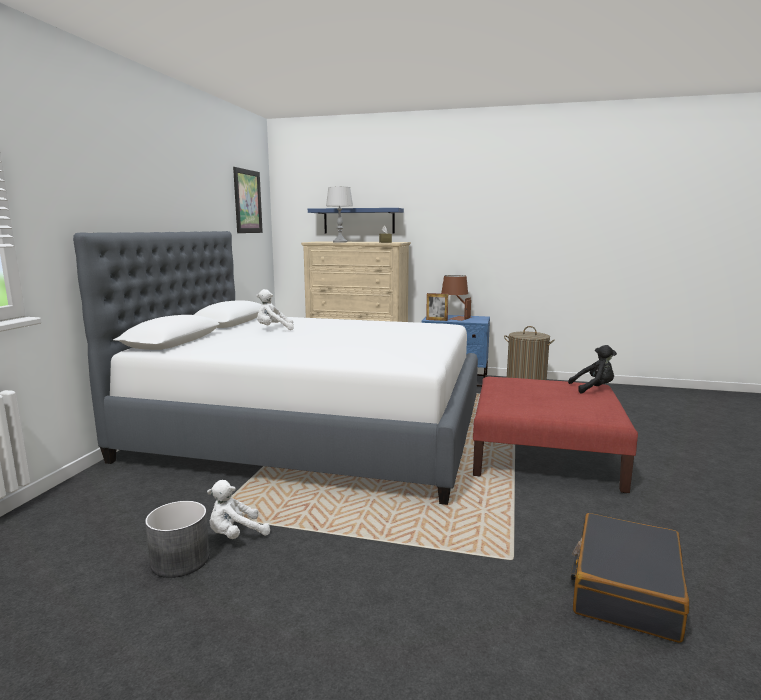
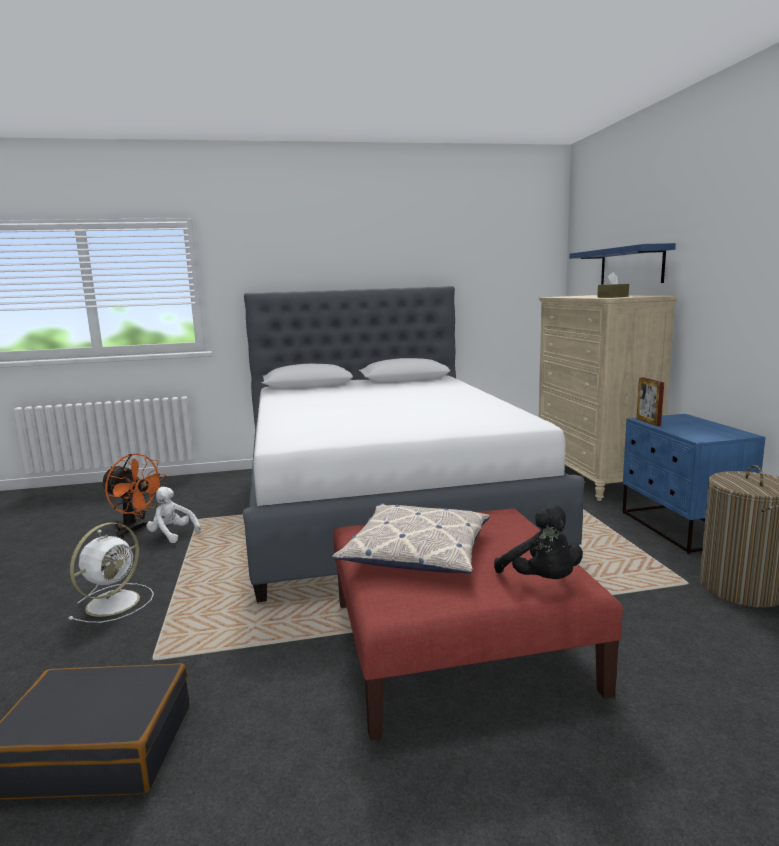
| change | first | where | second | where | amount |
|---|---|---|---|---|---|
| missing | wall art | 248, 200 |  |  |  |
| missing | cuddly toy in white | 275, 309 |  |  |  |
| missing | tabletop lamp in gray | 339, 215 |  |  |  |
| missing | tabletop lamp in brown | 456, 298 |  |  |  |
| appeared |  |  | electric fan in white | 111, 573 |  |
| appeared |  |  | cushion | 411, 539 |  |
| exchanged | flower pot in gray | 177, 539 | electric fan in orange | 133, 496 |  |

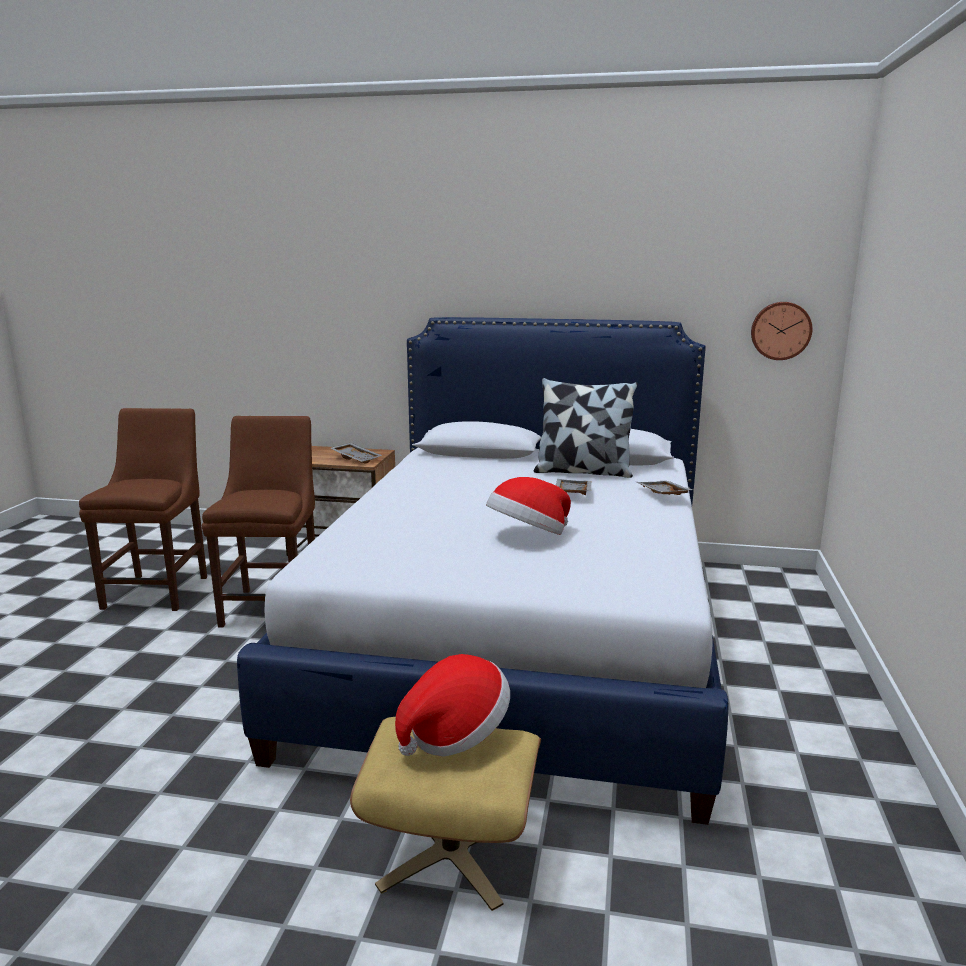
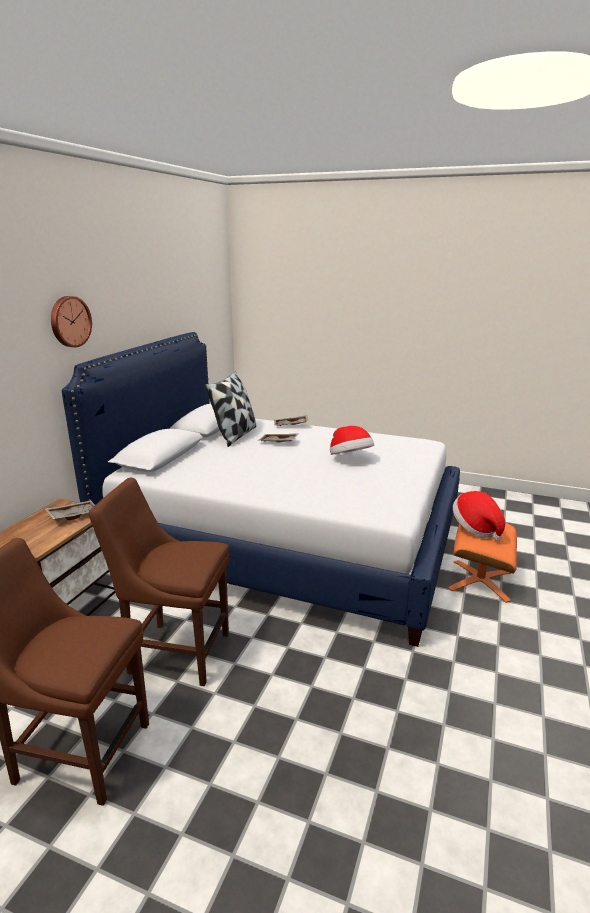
| change | first | where | second | where | amount |
|---|---|---|---|---|---|
| relocated | wall clock | 781, 331 |  | 71, 321 |  |
| colour | footrest in sand-coloured | 445, 814 | footrest in orange | 482, 563 |  |

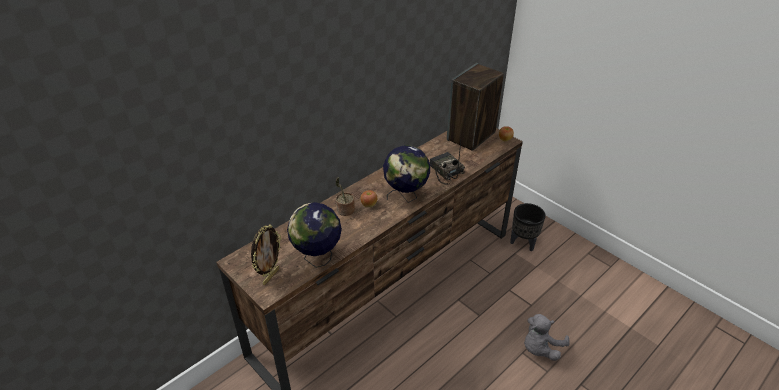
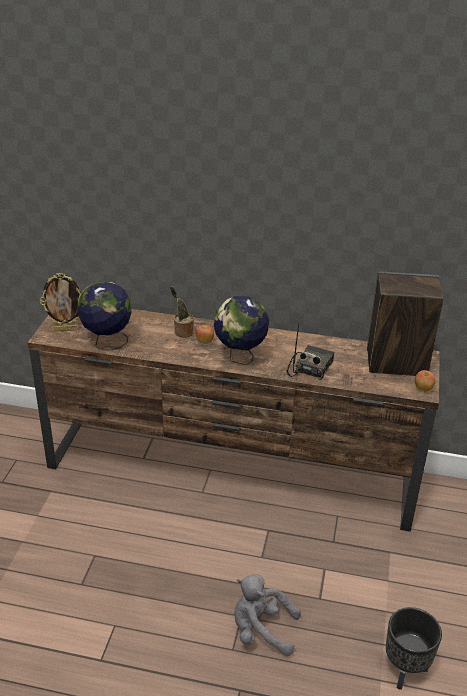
| change | first | where | second | where | amount |
|---|---|---|---|---|---|
| relocated | flower pot in black | 528, 227 |  | 414, 648 |  |

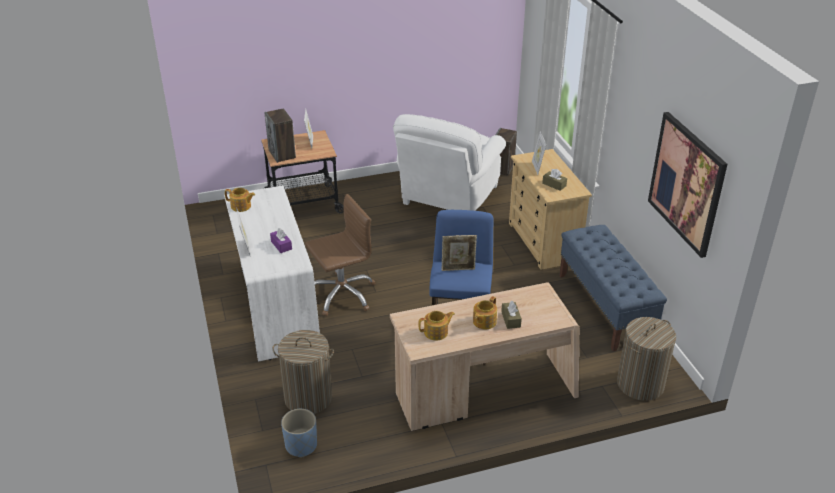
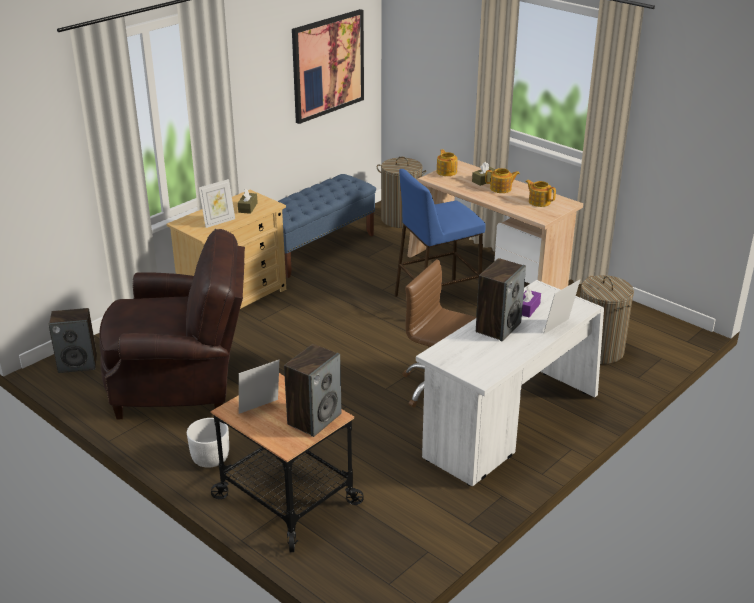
| change | first | where | second | where | amount |
|---|---|---|---|---|---|
| missing | flower pot in bluish | 299, 433 |  |  |  |
| missing | picture frame | 459, 253 |  |  |  |
| appeared |  |  | flower pot in white | 208, 443 |  |
| appeared |  |  | speaker | 501, 300 |  |
| relocated | pot for tea | 240, 200 |  | 447, 162 |  |
| colour | lounge chair in white | 449, 162 | lounge chair in brown | 172, 324 |  |

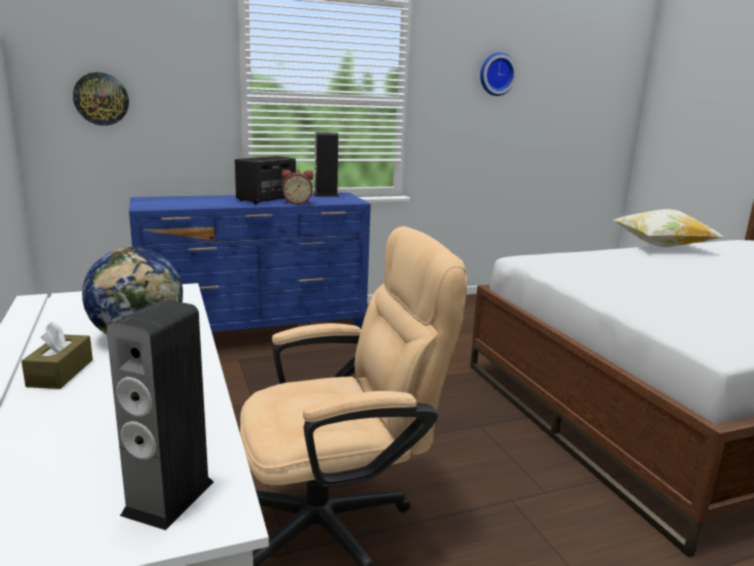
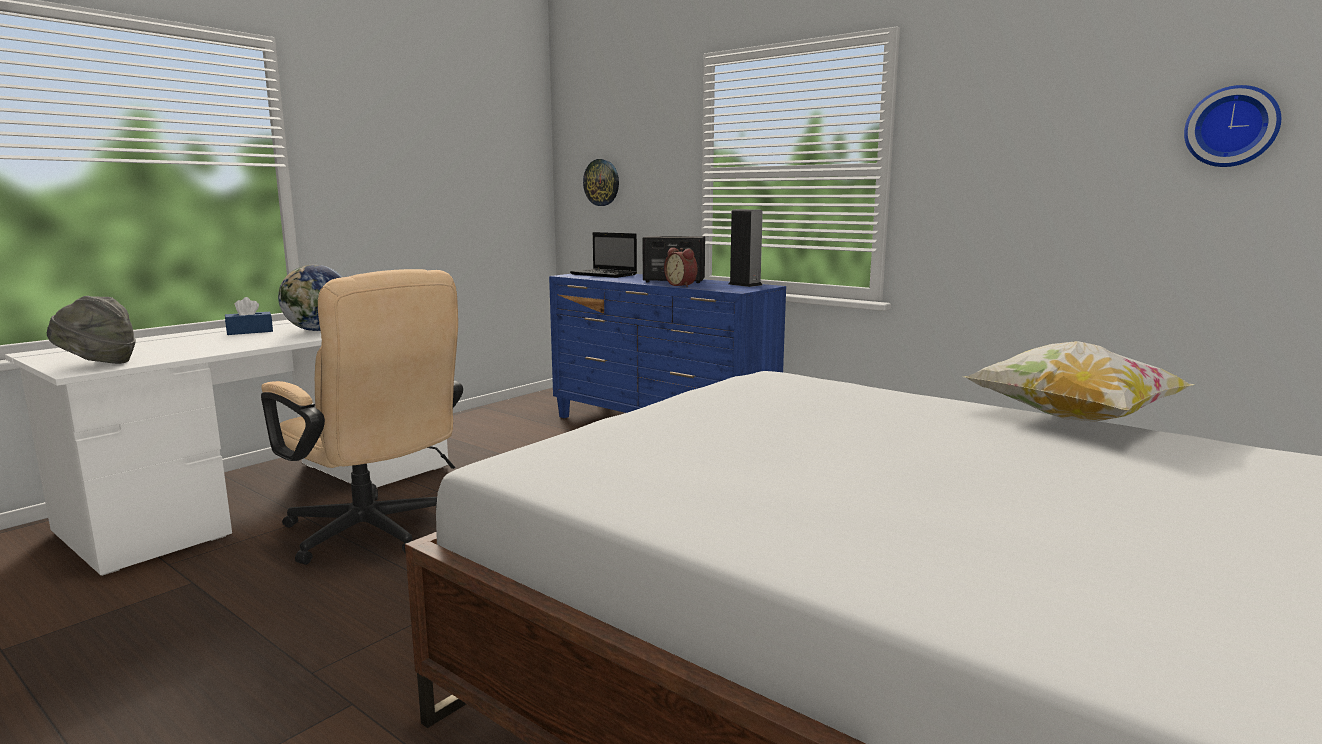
| change | first | where | second | where | amount |
|---|---|---|---|---|---|
| appeared |  |  | notebook computer | 603, 255 |  |
| relocated | wall clock | 498, 74 |  | 1232, 126 |  |
| exchanged | speaker | 160, 414 | hat in gray | 91, 330 |  |
| colour | tissue holder in brown | 57, 355 | tissue holder in bluish | 249, 316 |  |

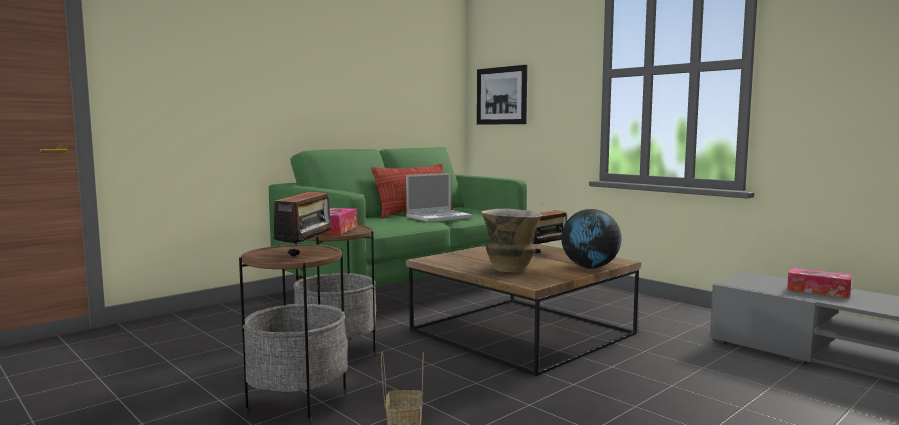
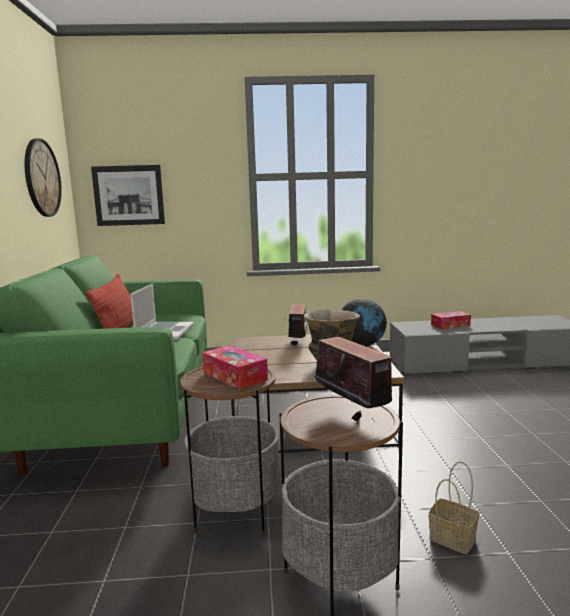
| change | first | where | second | where | amount |
|---|---|---|---|---|---|
| appeared |  |  | wall clock | 43, 177 |  |

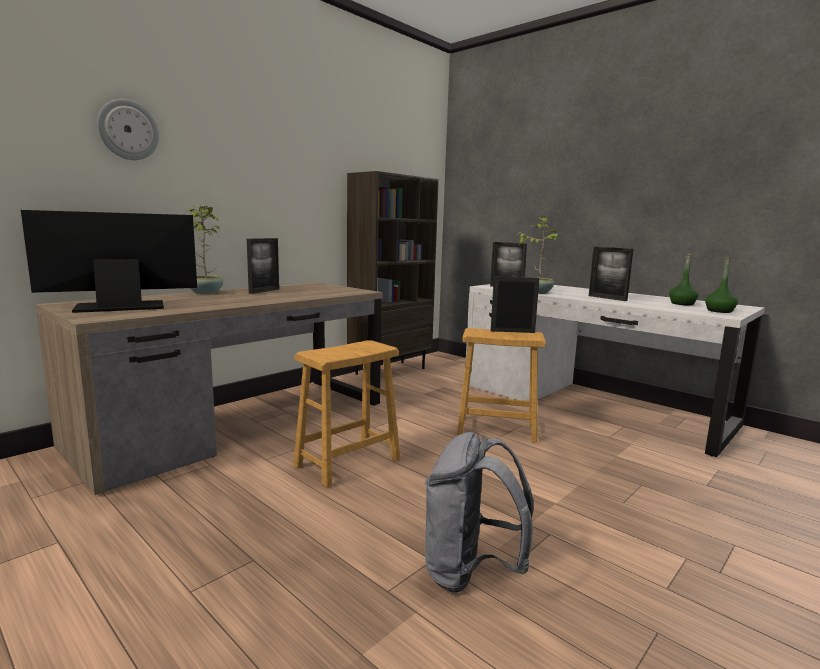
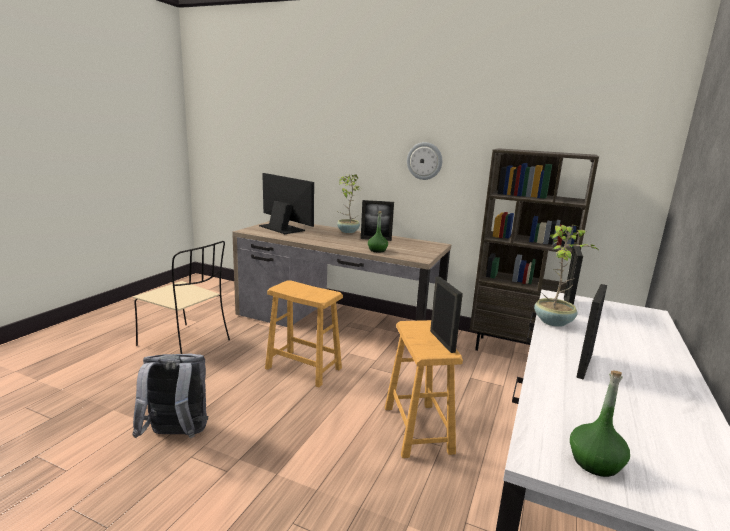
| change | first | where | second | where | amount |
|---|---|---|---|---|---|
| appeared |  |  | plain chair in sand-coloured | 181, 297 |  |
| relocated | wall clock | 128, 129 |  | 424, 161 |  |
| relocated | bottle in green | 683, 279 |  | 378, 232 |  |

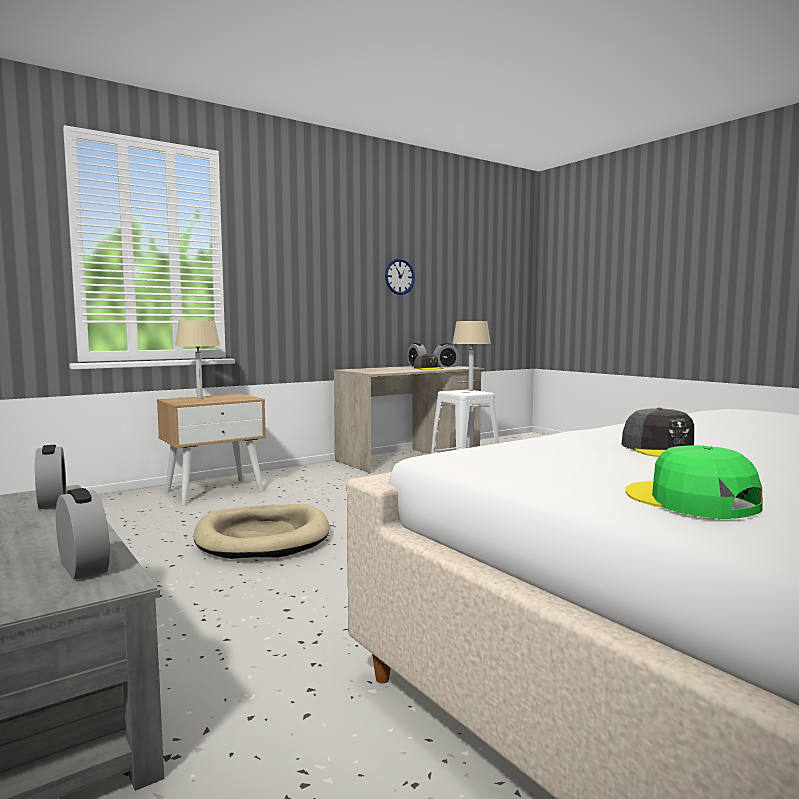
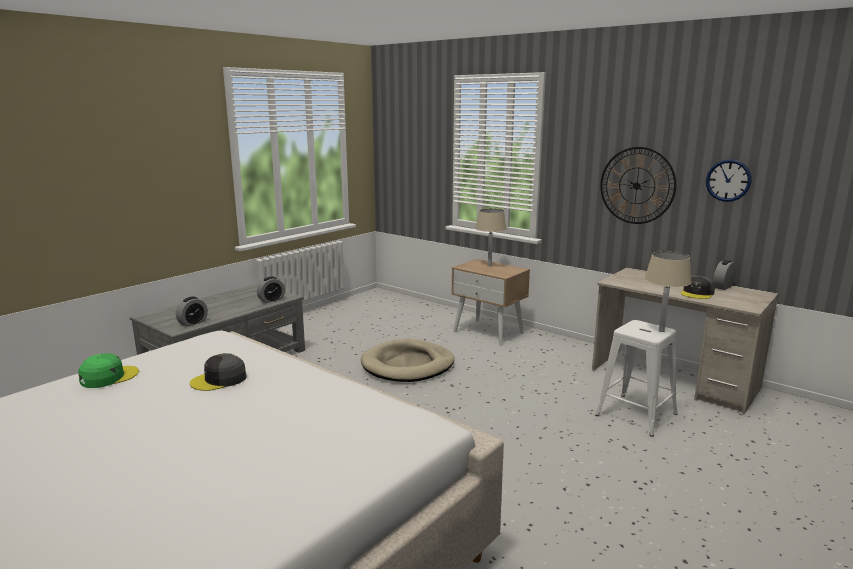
| change | first | where | second | where | amount |
|---|---|---|---|---|---|
| missing | table clock | 446, 355 |  |  |  |
| appeared |  |  | wall clock | 638, 185 |  |

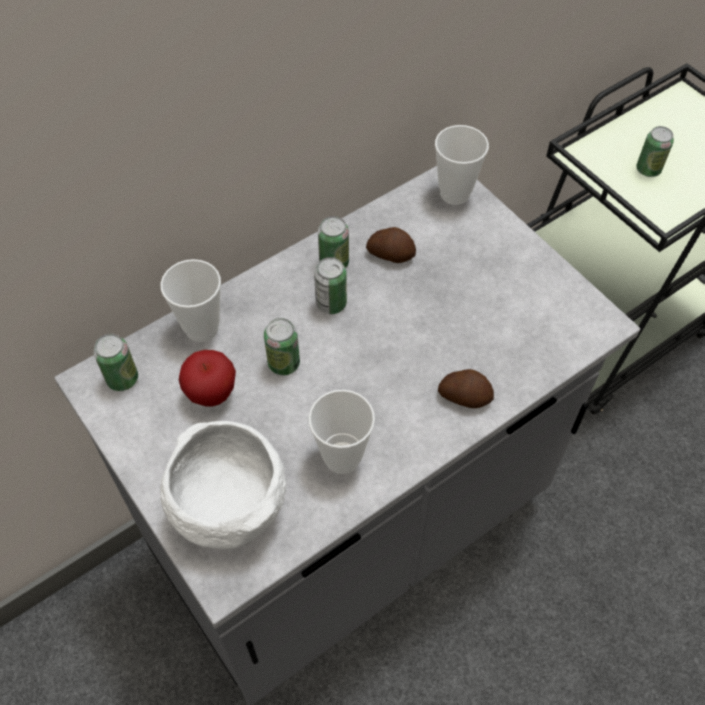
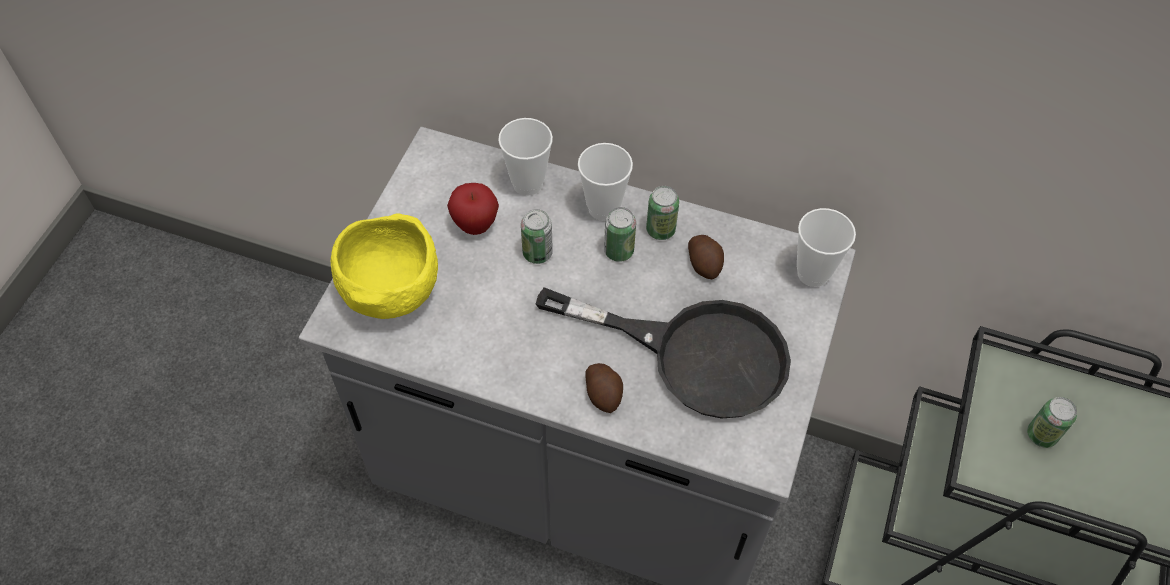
| change | first | where | second | where | amount |
|---|---|---|---|---|---|
| missing | can | 115, 362 |  |  |  |
| appeared |  |  | frying pan in black | 663, 353 |  |
| relocated | cup | 341, 432 |  | 605, 182 |  |
| colour | bowl in white | 223, 485 | bowl in yellow-coloured | 384, 266 |  |

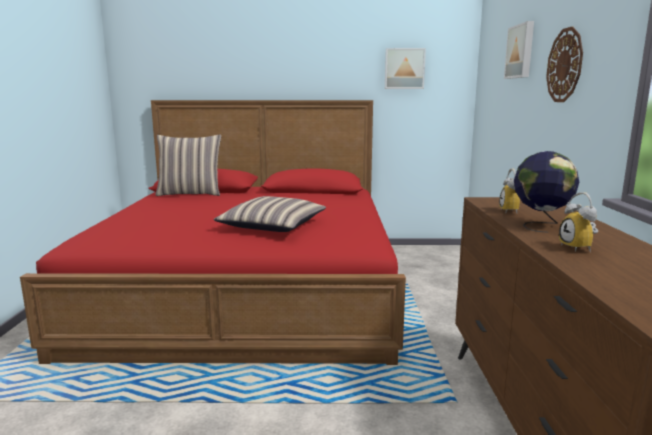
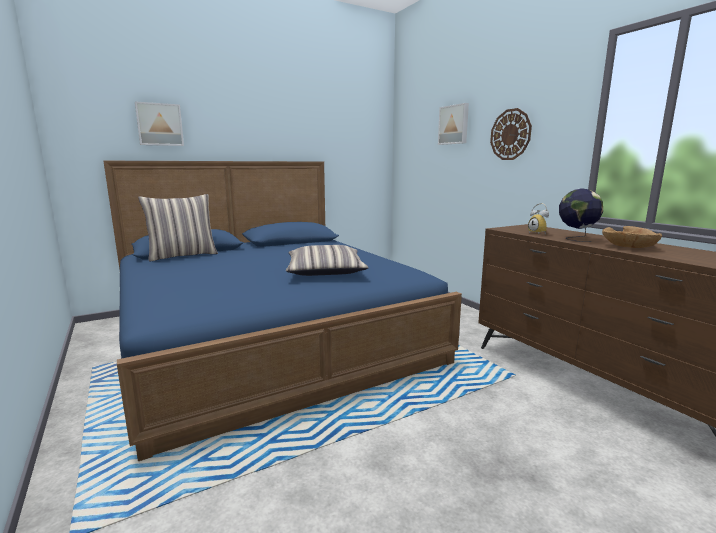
| change | first | where | second | where | amount |
|---|---|---|---|---|---|
| relocated | wall art | 405, 68 |  | 159, 123 |  |
| exchanged | table clock | 578, 222 | bowl in brown | 632, 237 |  |
| colour | bedroom bed in reddish | 213, 232 | bedroom bed in bluish | 282, 311 |  |

